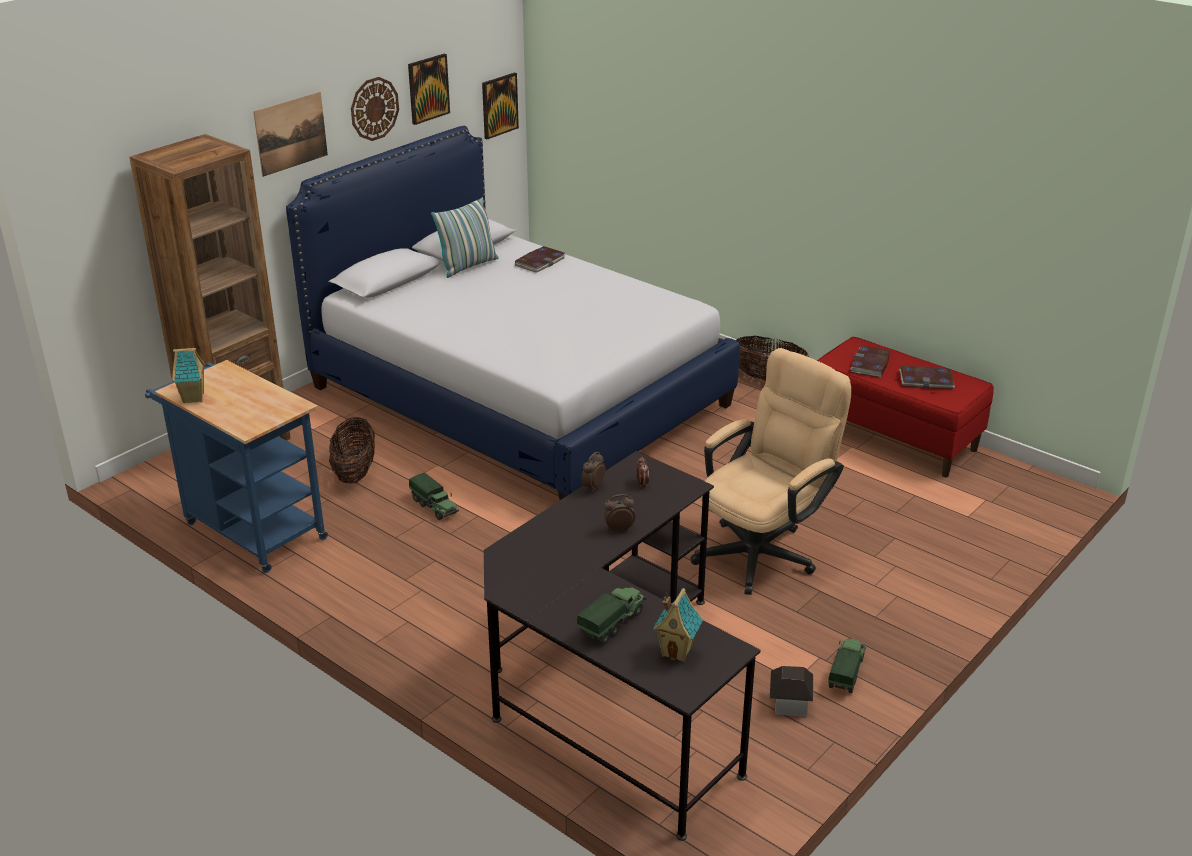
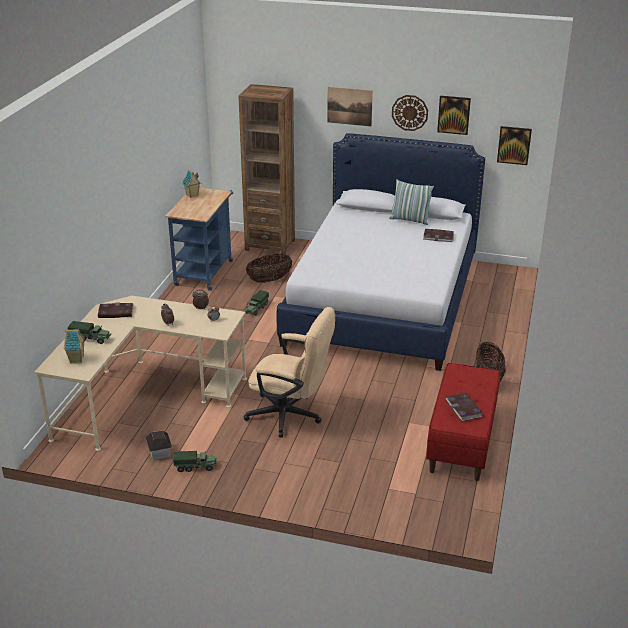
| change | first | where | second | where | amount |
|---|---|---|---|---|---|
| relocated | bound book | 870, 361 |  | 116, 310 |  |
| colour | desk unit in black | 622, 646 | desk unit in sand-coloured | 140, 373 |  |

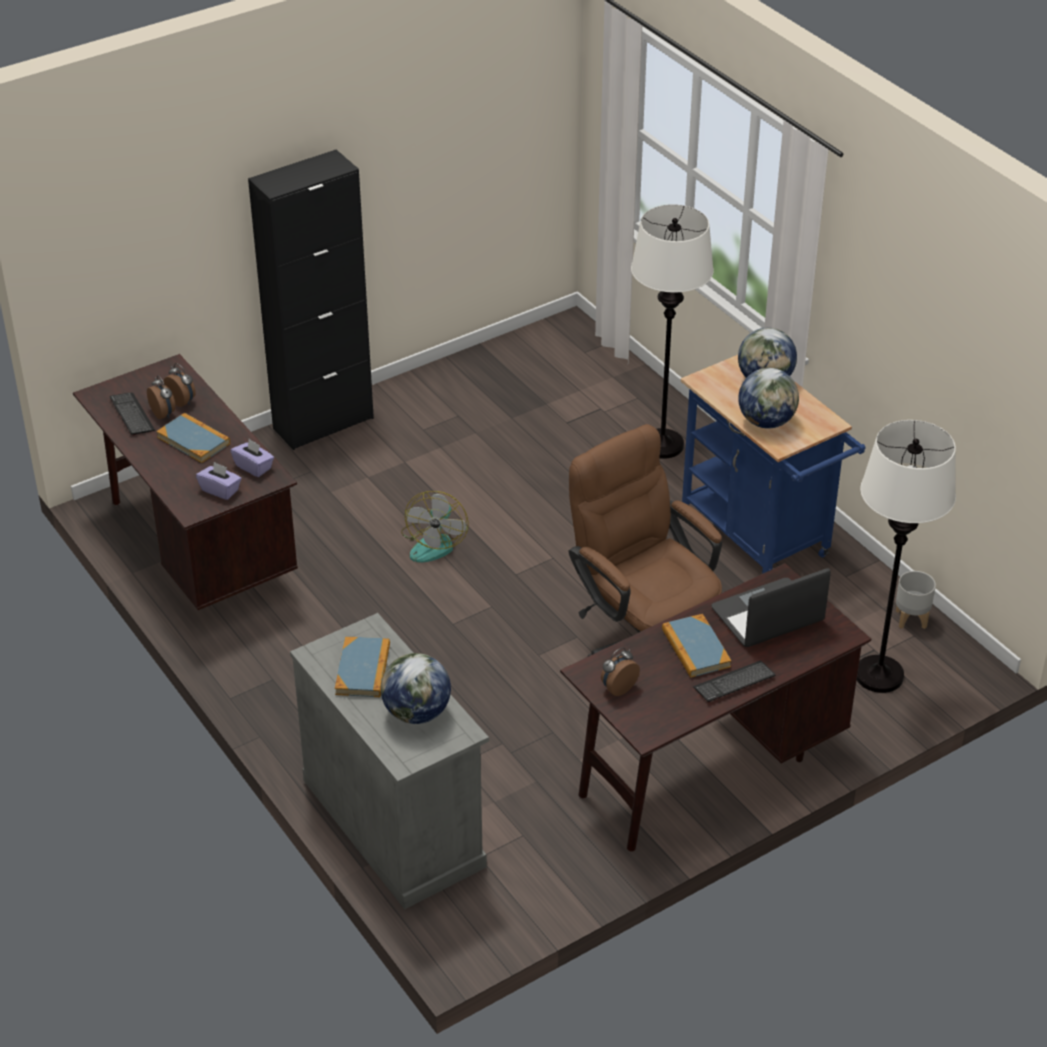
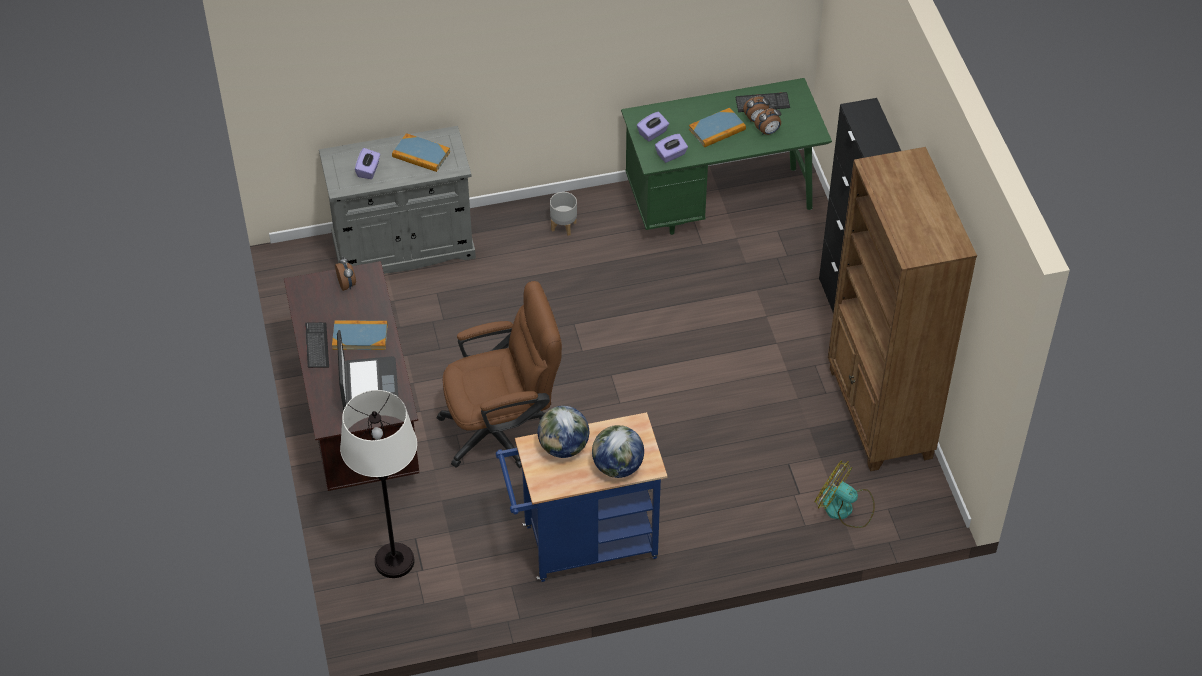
| change | first | where | second | where | amount |
|---|---|---|---|---|---|
| missing | floor lamp in white | 672, 331 |  |  |  |
| appeared |  |  | shelving unit in brown | 902, 309 |  |
| relocated | electric fan | 435, 526 |  | 845, 494 |  |
| relocated | flower pot in gray | 916, 600 |  | 563, 214 |  |
| exchanged | desk globe | 416, 688 | tissue holder in purple-coloured | 367, 163 |  |
| colour | desk unit in brown | 185, 482 | desk unit in green | 726, 156 |  |

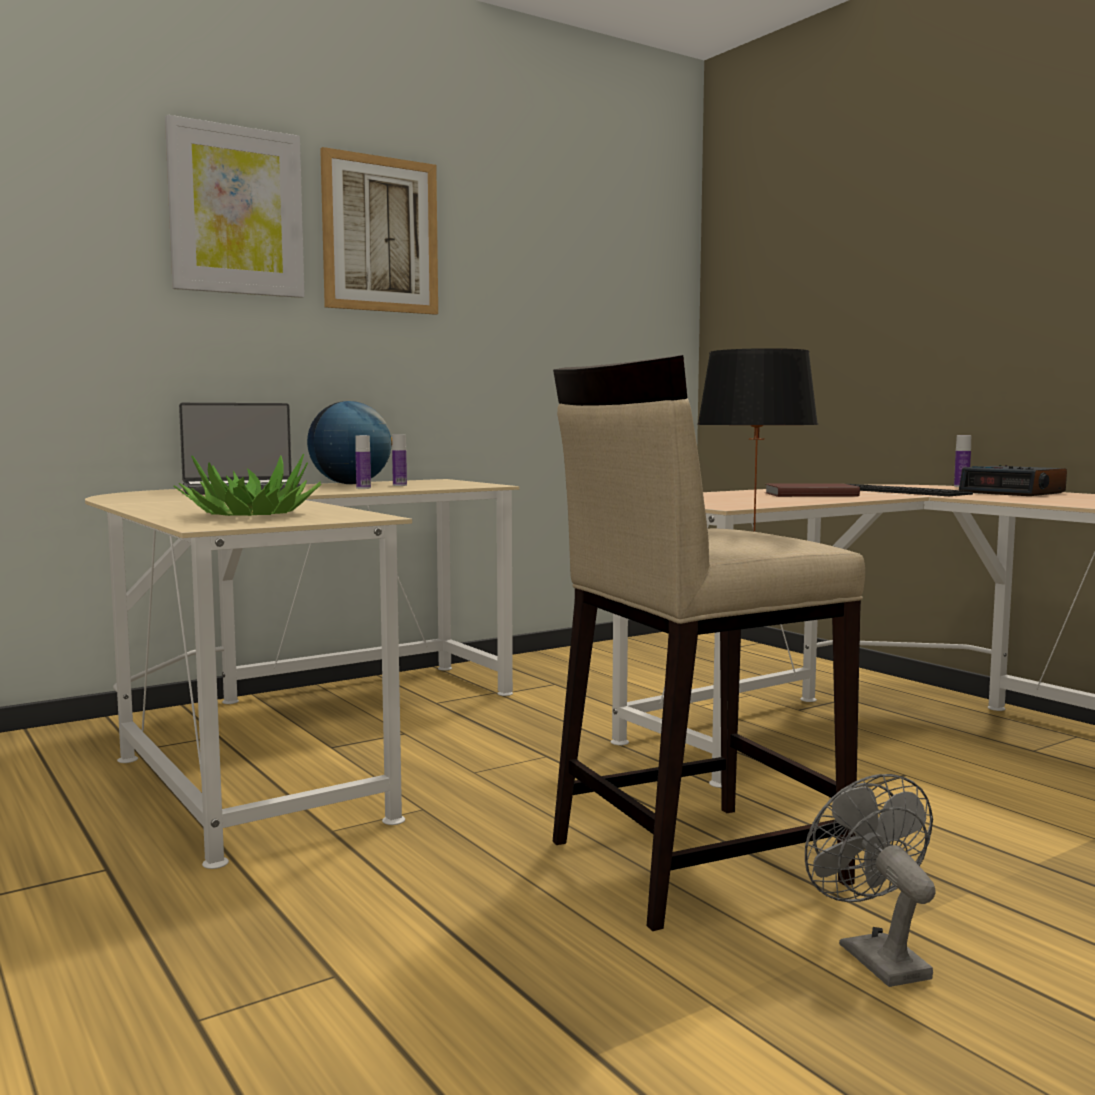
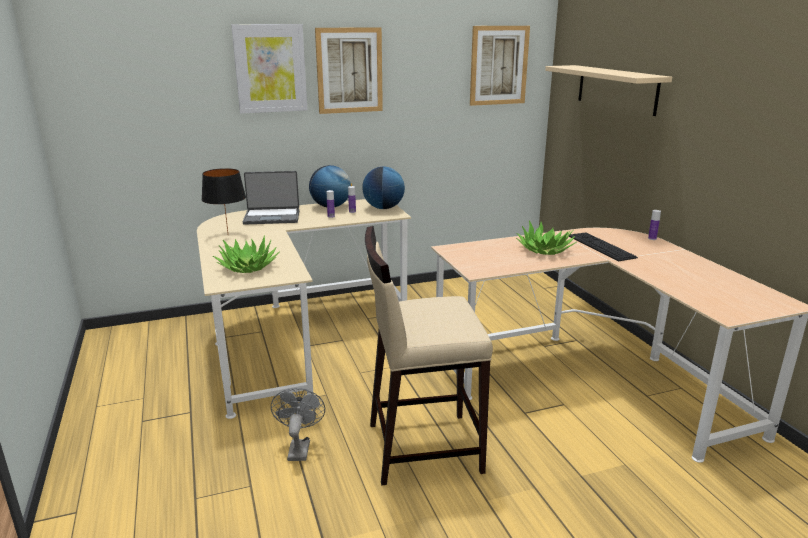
| change | first | where | second | where | amount |
|---|---|---|---|---|---|
| missing | table clock | 1013, 480 |  |  |  |
| appeared |  |  | desk globe | 383, 188 |  |
| appeared |  |  | wall art | 500, 66 |  |
| appeared |  |  | shelf in sand-coloured | 608, 90 |  |
| relocated | tabletop lamp in black | 757, 440 |  | 224, 200 |  |
| relocated | electric fan in gray | 870, 880 |  | 298, 424 |  |
| exchanged | bound book in brown | 812, 490 | houseplant | 546, 237 |  |

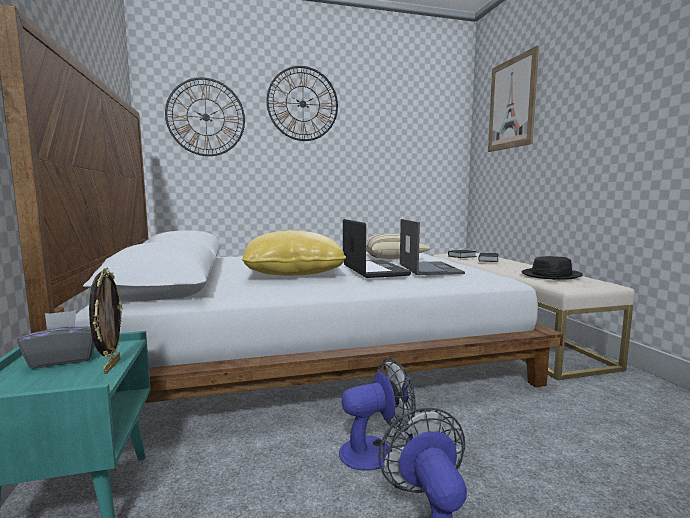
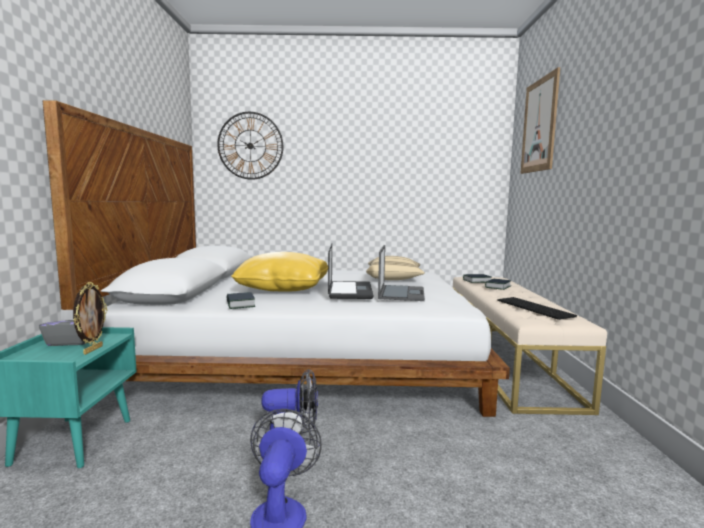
| change | first | where | second | where | amount |
|---|---|---|---|---|---|
| missing | wall clock | 302, 103 |  |  |  |
| appeared |  |  | bound book | 241, 300 |  |
| exchanged | hat in black | 552, 268 | keyboard | 537, 308 |  |

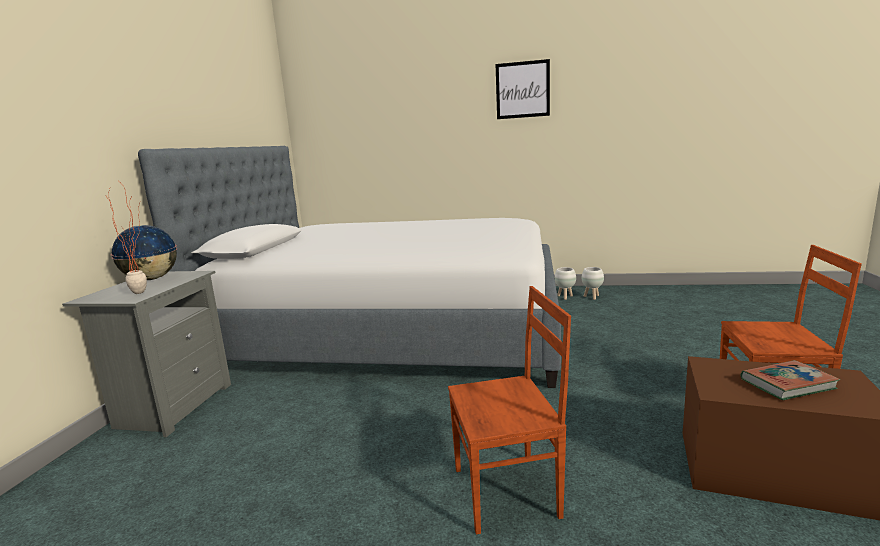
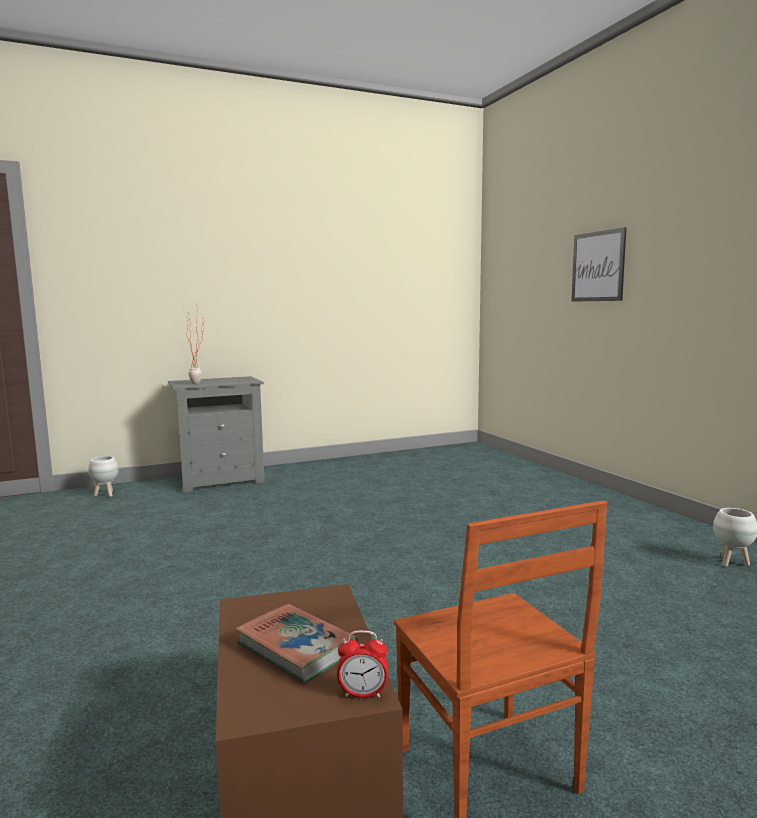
| change | first | where | second | where | amount |
|---|---|---|---|---|---|
| missing | desk globe | 144, 252 |  |  |  |
| missing | bedroom bed | 349, 267 |  |  |  |
| missing | plain chair in brown | 509, 410 |  |  |  |
| appeared |  |  | table clock | 362, 664 |  |
| relocated | wall art | 523, 89 |  | 598, 264 |  |
| relocated | flower pot in white | 565, 283 |  | 103, 476 |  |

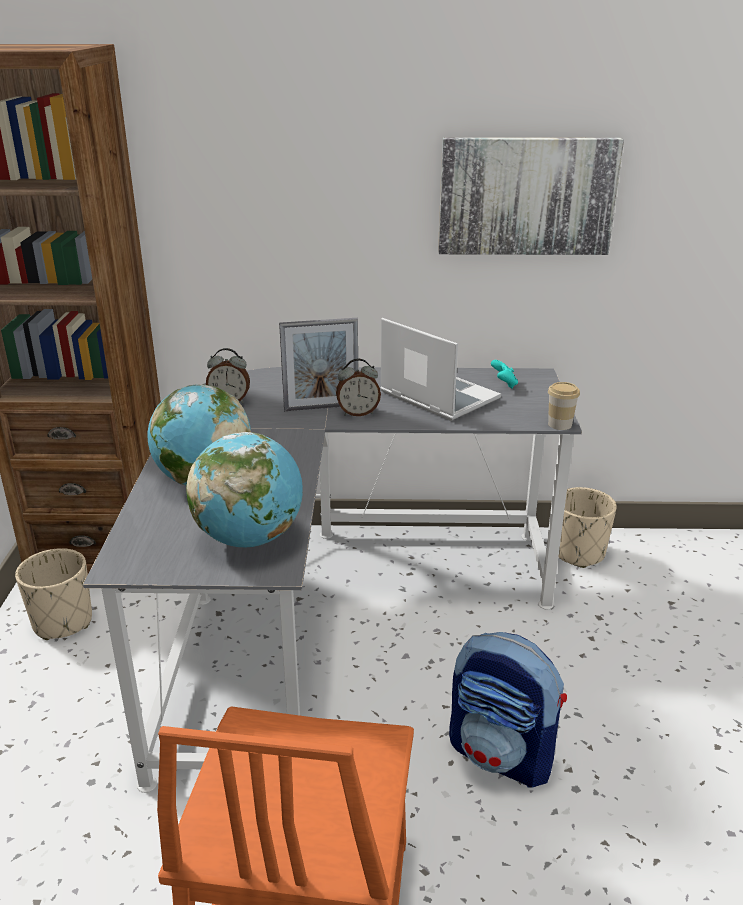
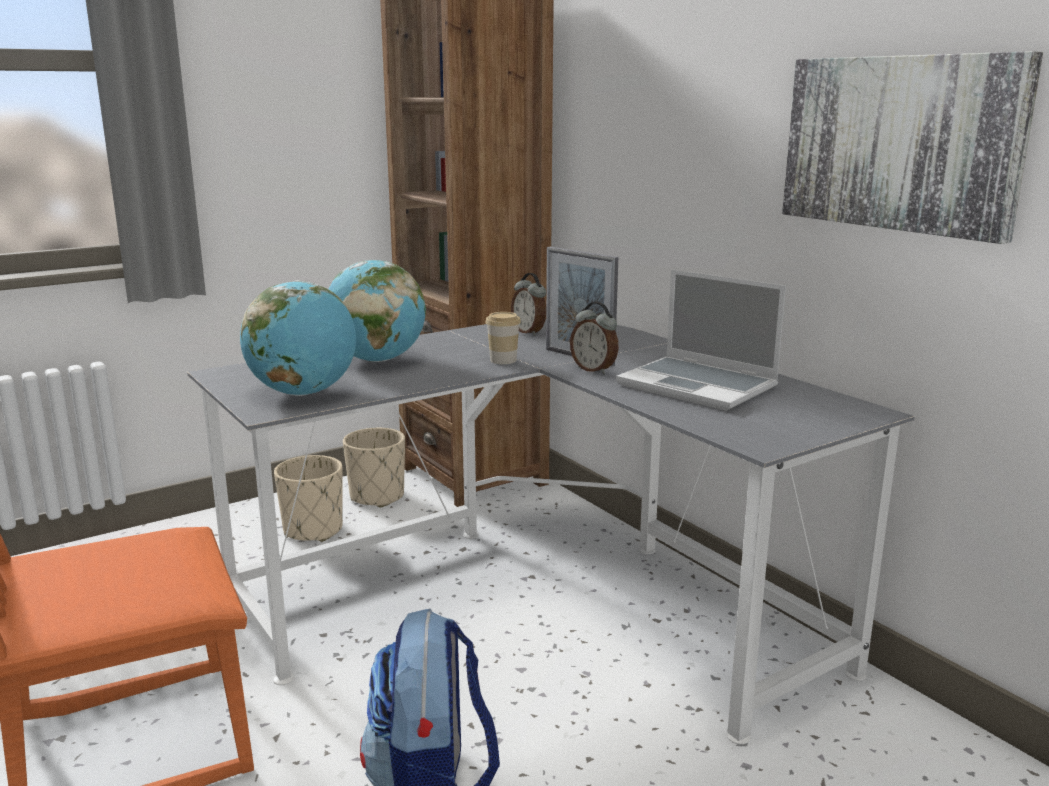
| change | first | where | second | where | amount |
|---|---|---|---|---|---|
| missing | joypad in turquoise | 504, 374 |  |  |  |
| relocated | cup | 564, 406 |  | 503, 338 |  |
| relocated | flower pot in sand-coloured | 587, 527 |  | 308, 498 |  |
| spun | notebook computer | 440, 369 |  | 701, 340 | 120 degrees clockwise |

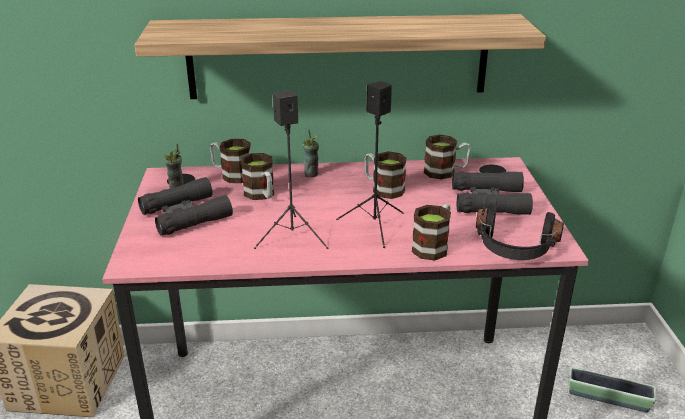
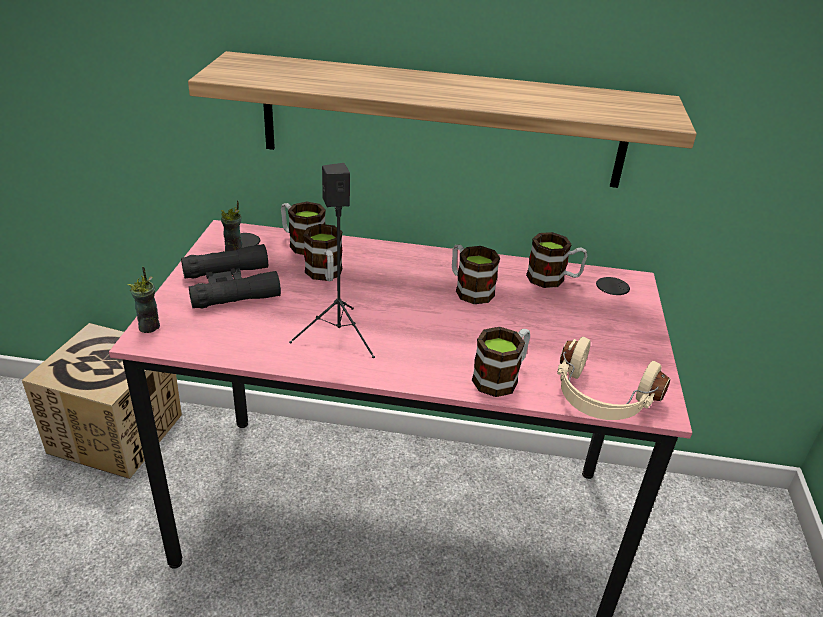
| change | first | where | second | where | amount |
|---|---|---|---|---|---|
| missing | speaker in black | 370, 164 |  |  |  |
| missing | pair of binoculars in black | 492, 193 |  |  |  |
| missing | flower pot | 613, 390 |  |  |  |
| relocated | cup | 311, 153 |  | 143, 300 |  |
| colour | headphones in black | 520, 232 | headphones in sand-coloured | 613, 378 |  |

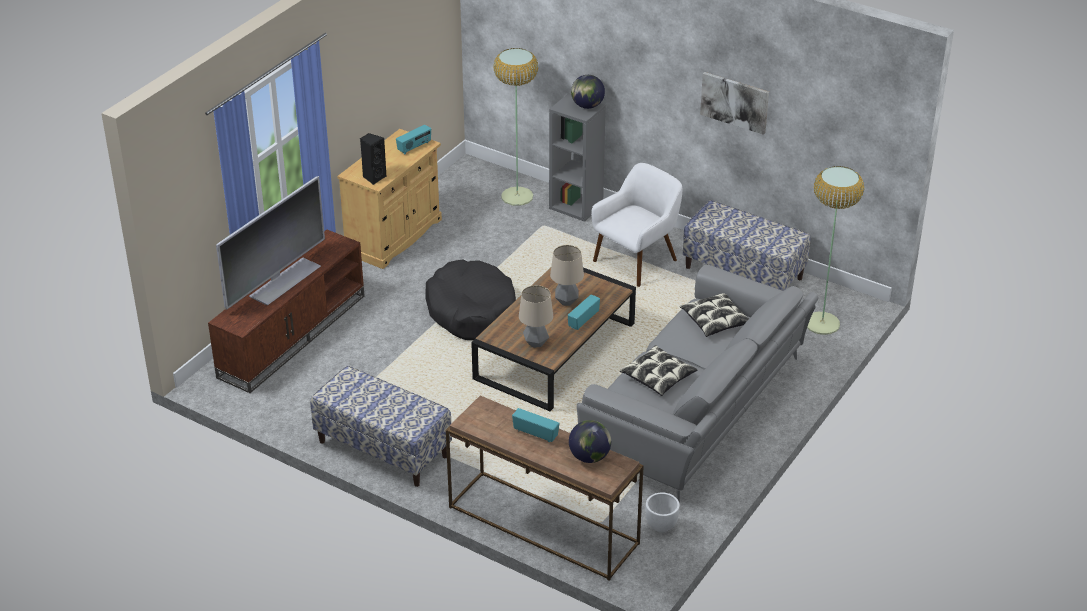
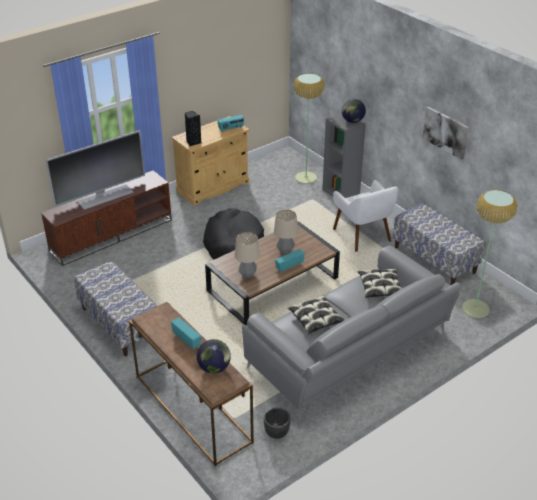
| change | first | where | second | where | amount |
|---|---|---|---|---|---|
| colour | flower pot in white | 663, 512 | flower pot in black | 277, 423 |  |
| spun | lounge chair in white | 636, 225 |  | 365, 216 | 90 degrees clockwise |

